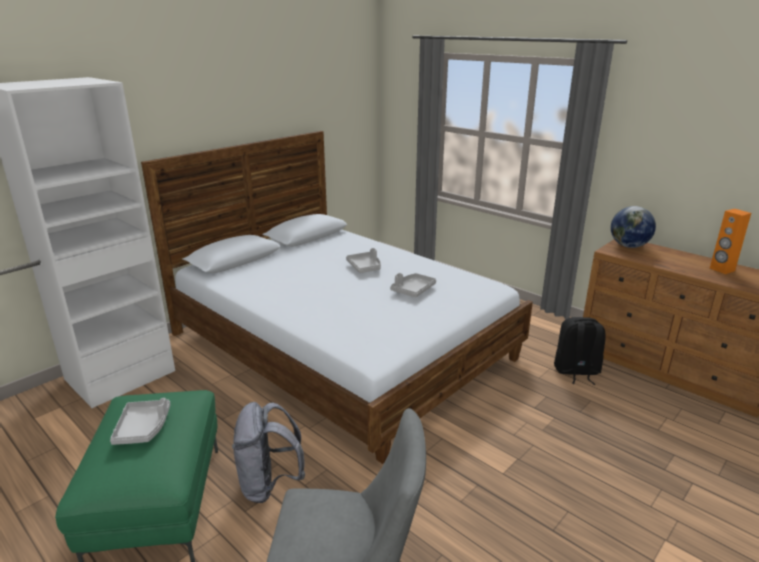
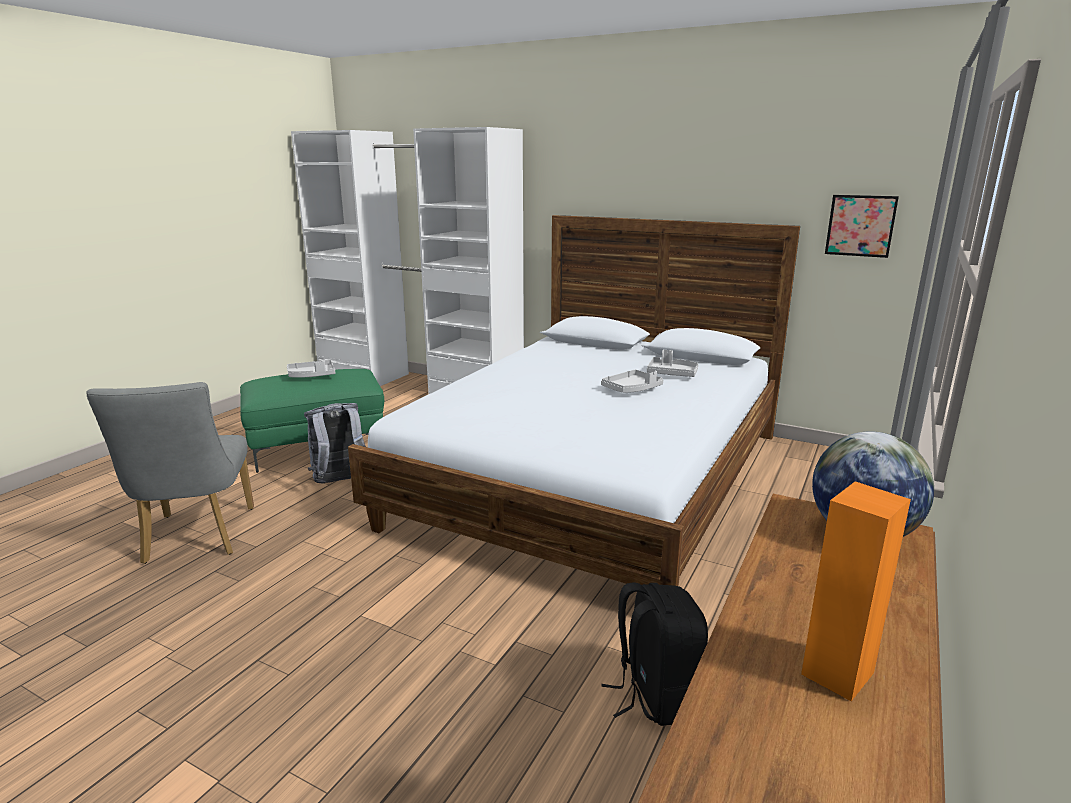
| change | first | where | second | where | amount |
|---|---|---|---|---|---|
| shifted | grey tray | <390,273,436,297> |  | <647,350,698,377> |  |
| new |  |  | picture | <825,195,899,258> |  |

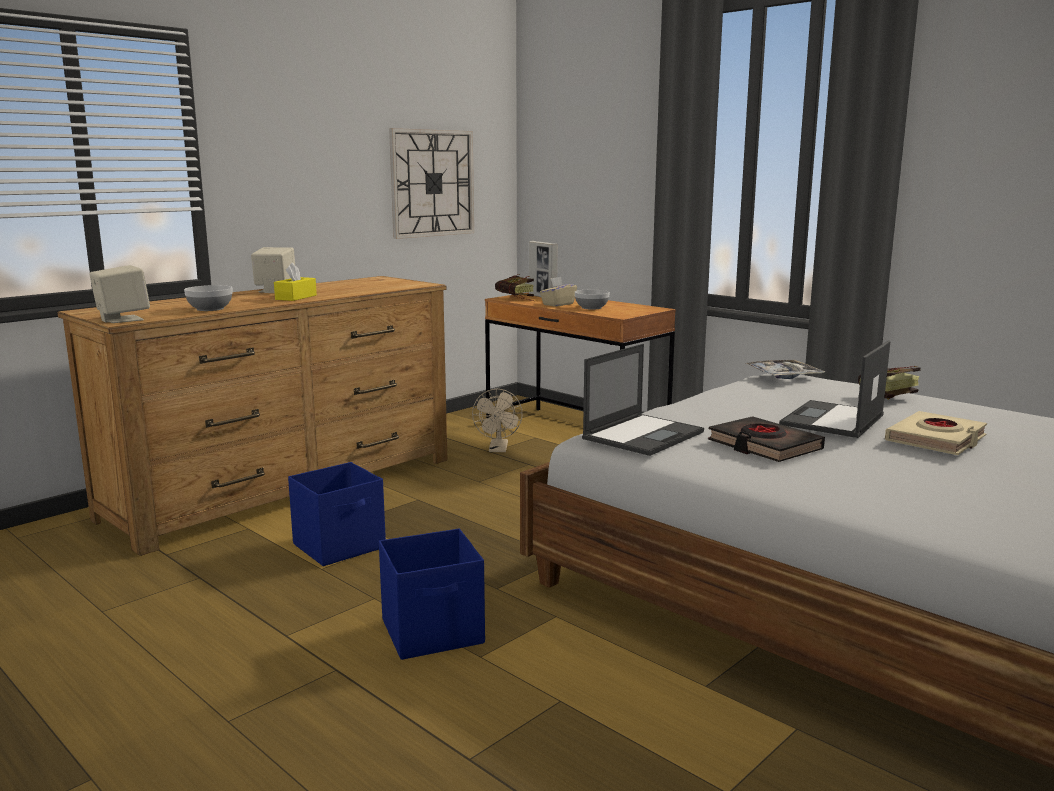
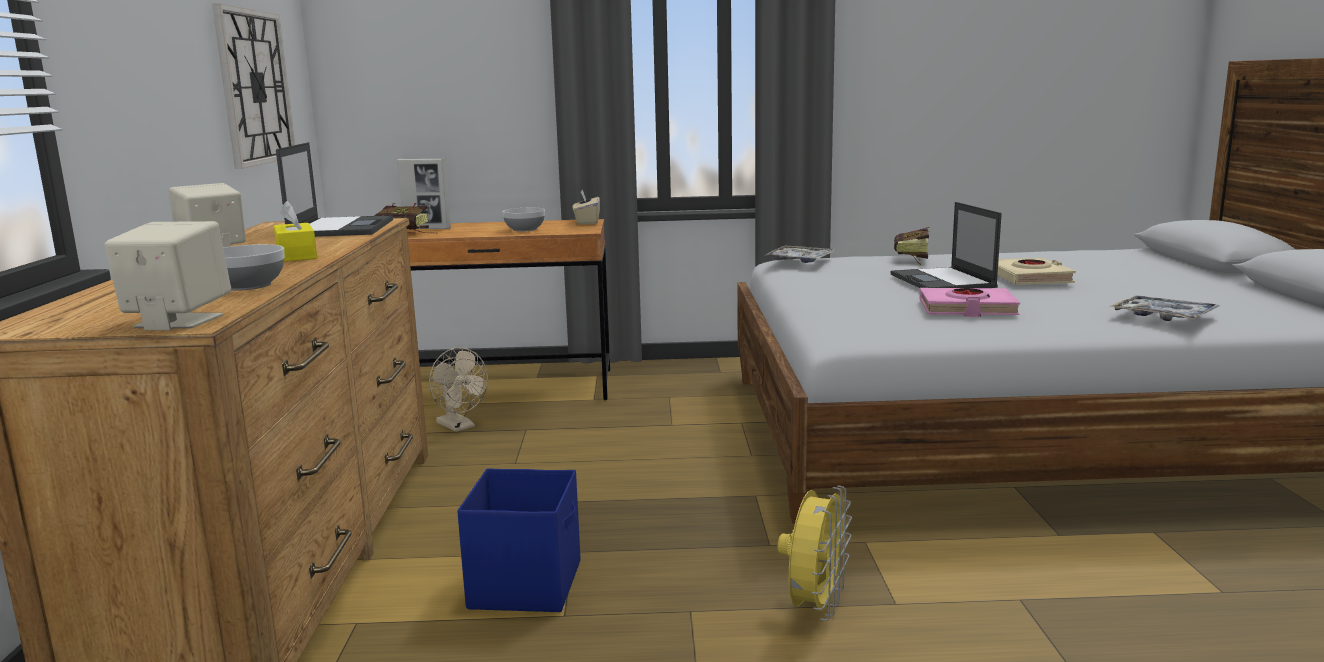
| change | first | where | second | where | amount |
|---|---|---|---|---|---|
| shifted | laptop | <582,344,704,456> |  | <276,142,393,237> |  |
| shifted | beige tissue box | <540,277,577,307> |  | <573,189,600,225> |  |
| swapped | blue storage box | <379,528,485,660> | yellow fan | <778,485,852,621> |  |
| repainted | black book | <708,416,825,462> | pink book | <919,288,1020,317> |  |
| new |  |  | tray | <1110,295,1220,321> |  |

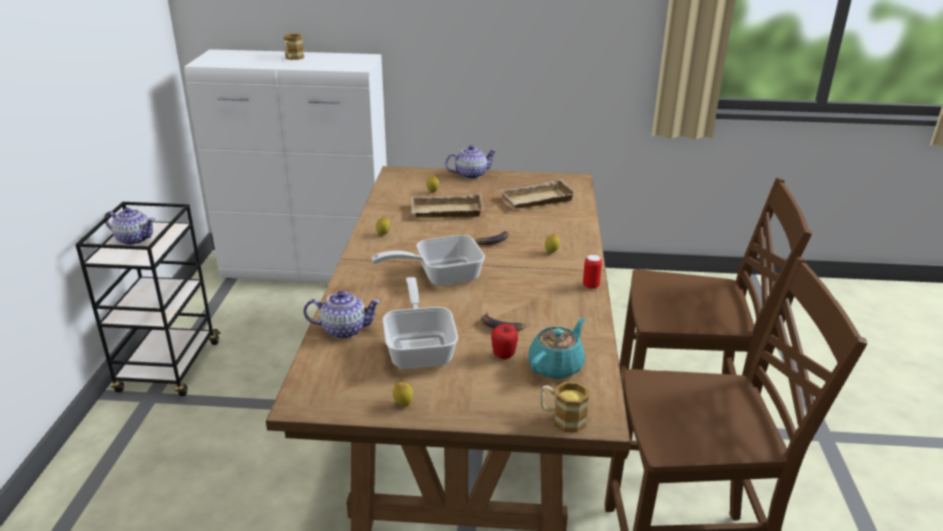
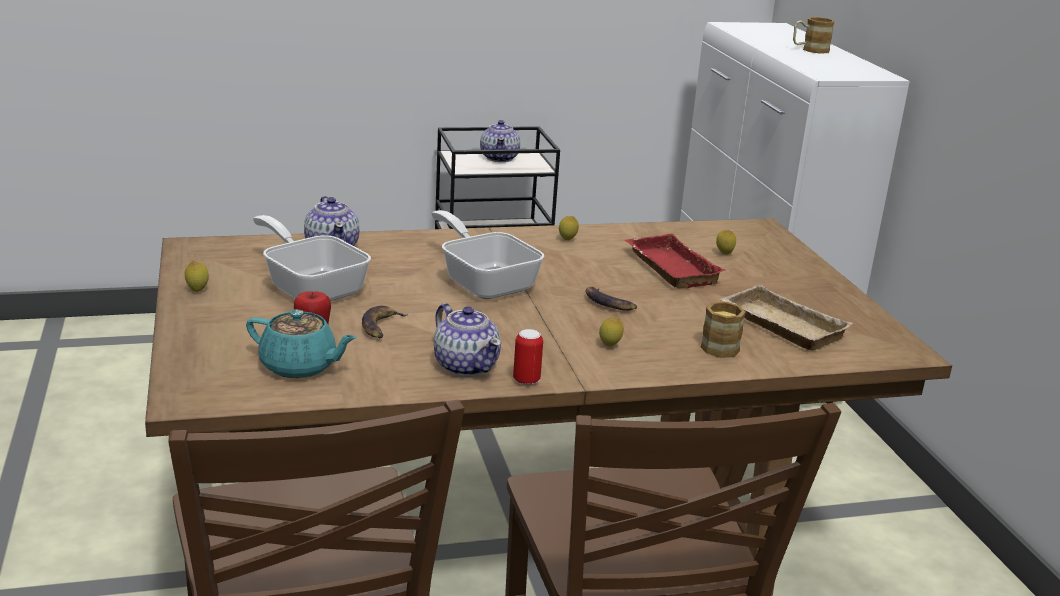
| change | first | where | second | where | amount |
|---|---|---|---|---|---|
| rotated | frying pan | <383,277,458,369> |  | <253,215,371,301> | 105 degrees counterclockwise |
| shifted | teapot | <445,145,497,179> |  | <434,303,501,376> |  |
| repainted | beige tray | <411,193,484,217> | red tray | <625,234,726,289> |  |
| shifted | mug | <541,381,589,433> |  | <701,300,746,358> |  |

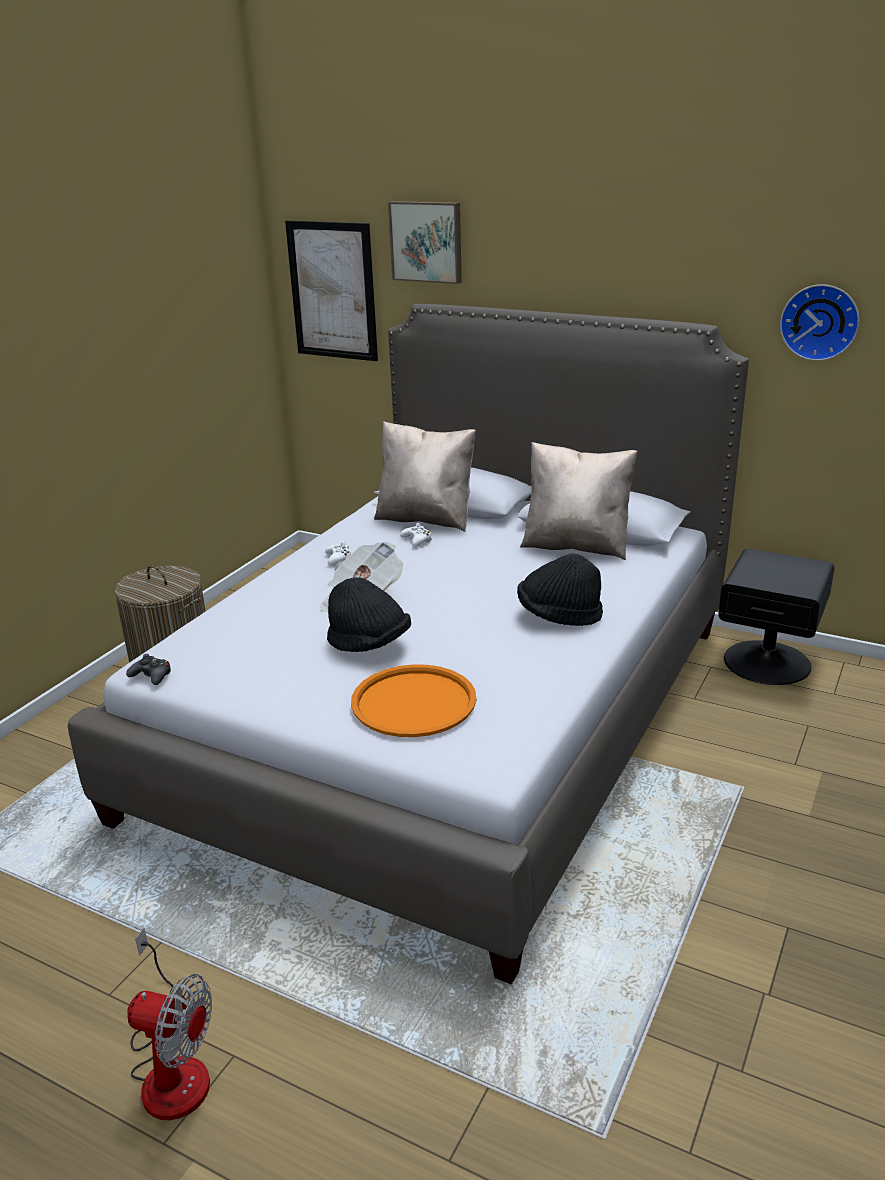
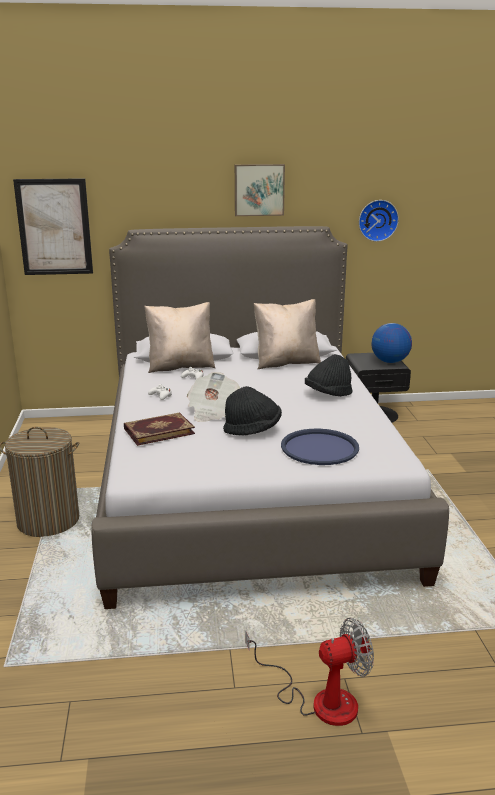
| change | first | where | second | where | amount |
|---|---|---|---|---|---|
| new |  |  | book | <124,412,195,446> |  |
| shifted | picture | <388,201,462,284> |  | <235,164,285,216> |  |
| repainted | orange tray | <351,664,476,737> | blue tray | <281,429,359,465> |  |
| new |  |  | globe | <371,323,412,363> |  |
| gone | black game controller | <126,654,171,685> |  |  |  |

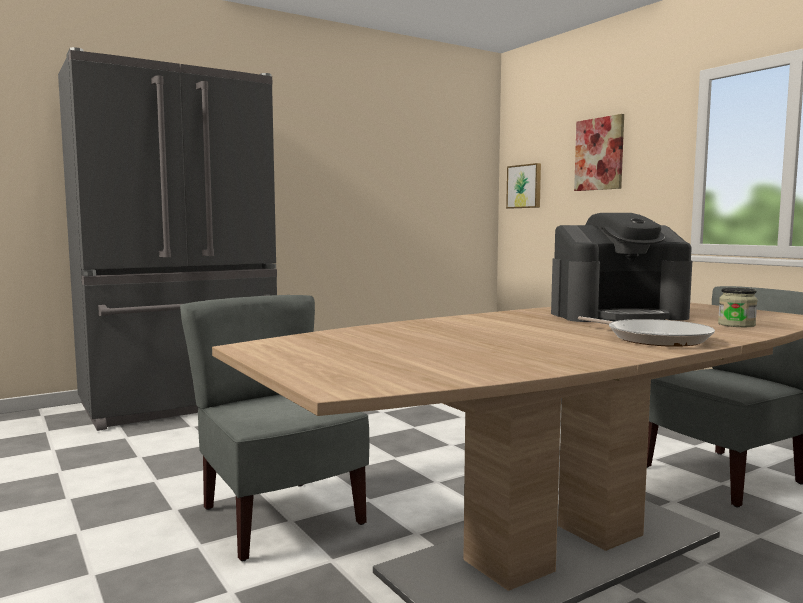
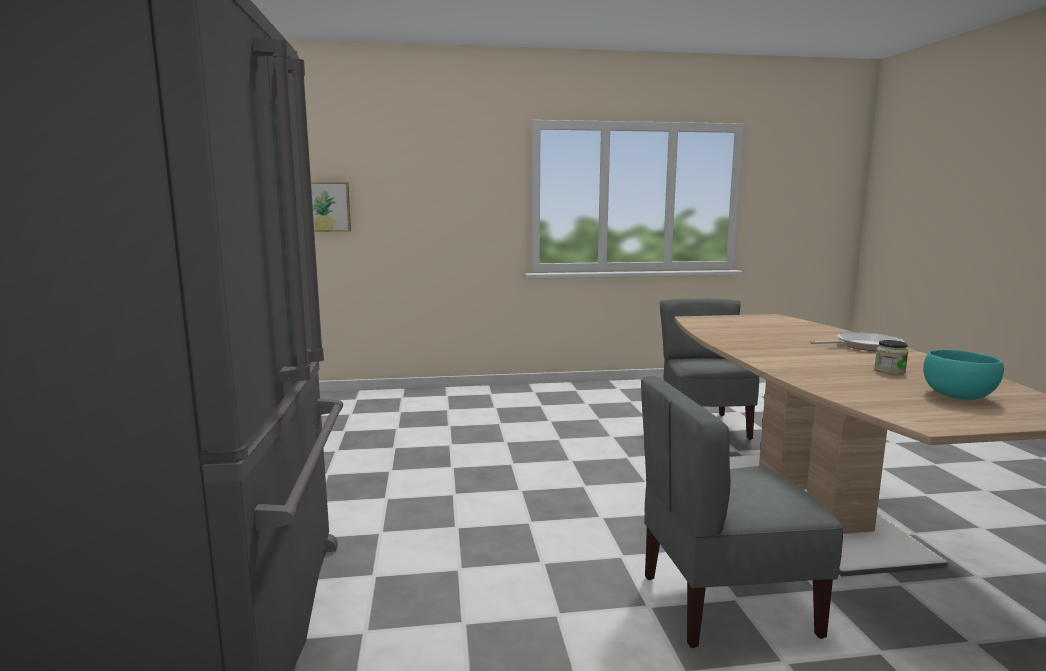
| change | first | where | second | where | amount |
|---|---|---|---|---|---|
| shifted | jar | <718,288,758,327> |  | <874,340,909,374> |  |
| new |  |  | turquoise bowl | <923,350,1004,400> |  |
| gone | coffee machine | <551,213,692,322> |  |  |  |
| gone | picture | <574,114,624,191> |  |  |  |

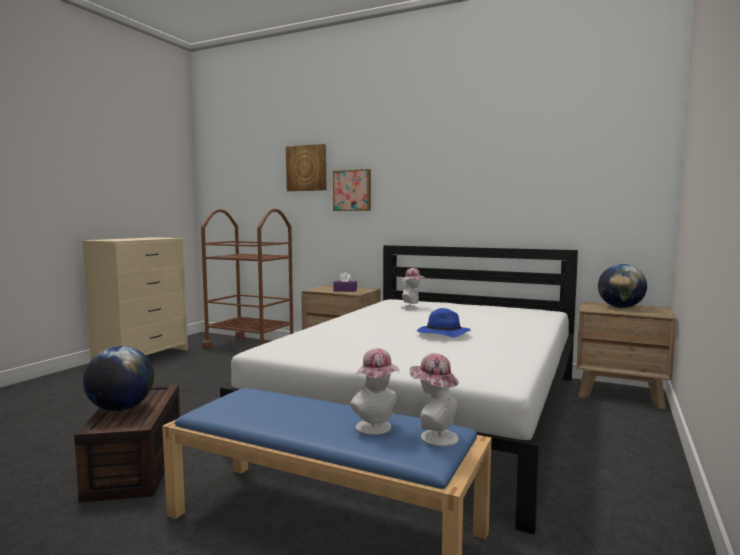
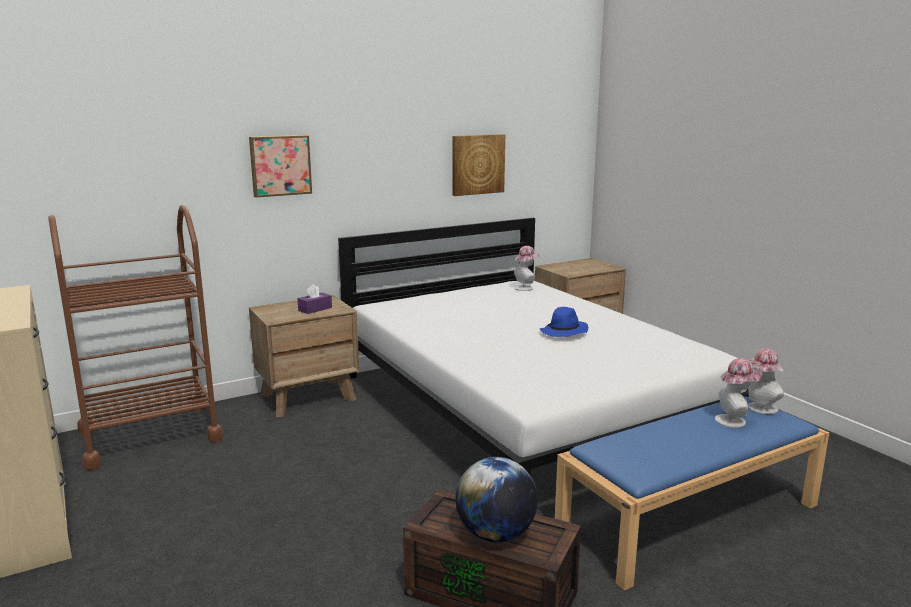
| change | first | where | second | where | amount |
|---|---|---|---|---|---|
| shifted | picture | <286,144,326,191> |  | <453,134,505,196> |  |
| shifted | hat | <401,268,425,309> |  | <514,246,539,291> |  |
| gone | globe | <598,264,647,308> |  |  |  |

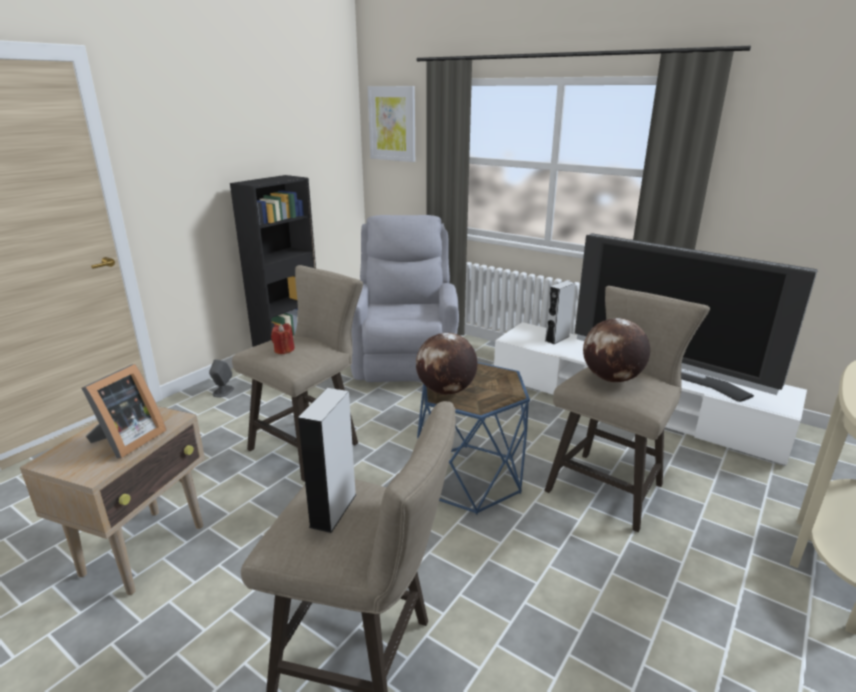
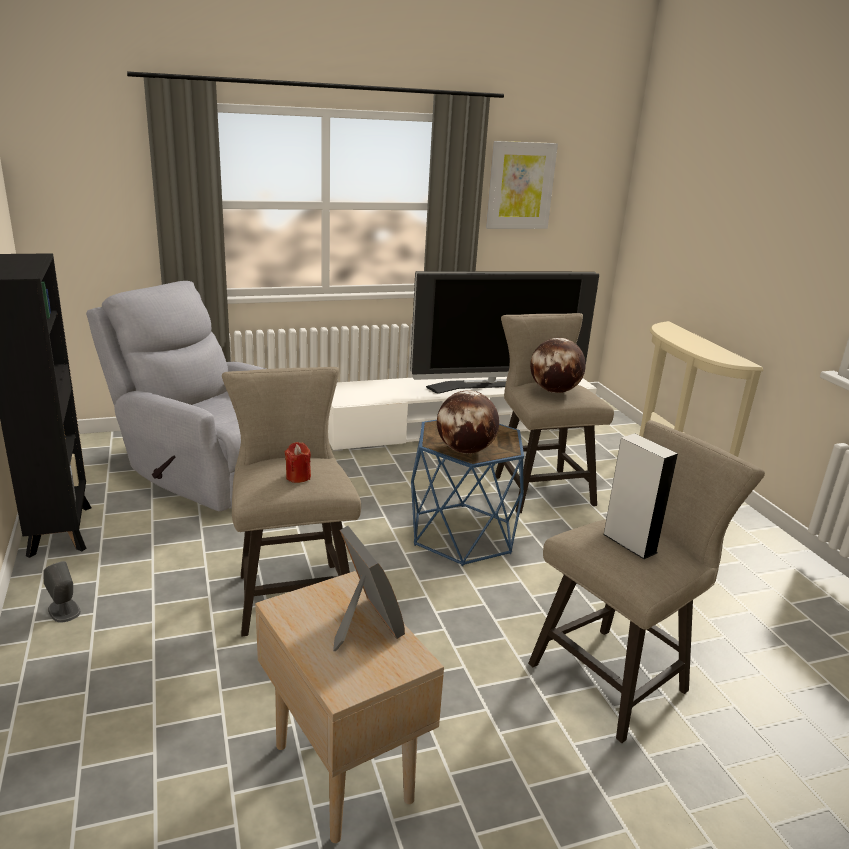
| change | first | where | second | where | amount |
|---|---|---|---|---|---|
| shifted | picture | <368,86,415,162> |  | <486,141,558,229> |  |
| gone | grey speaker | <545,281,575,344> |  |  |  |

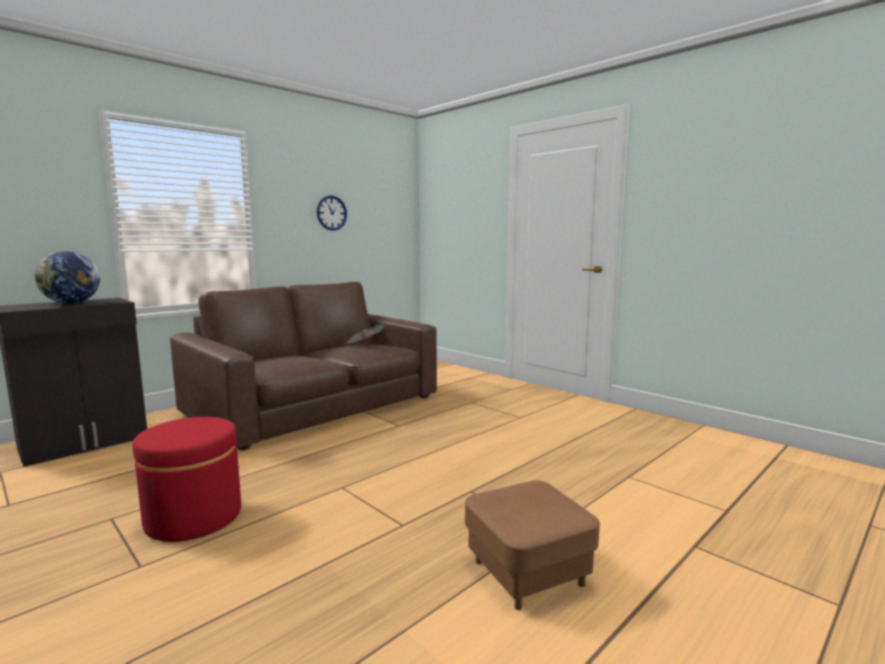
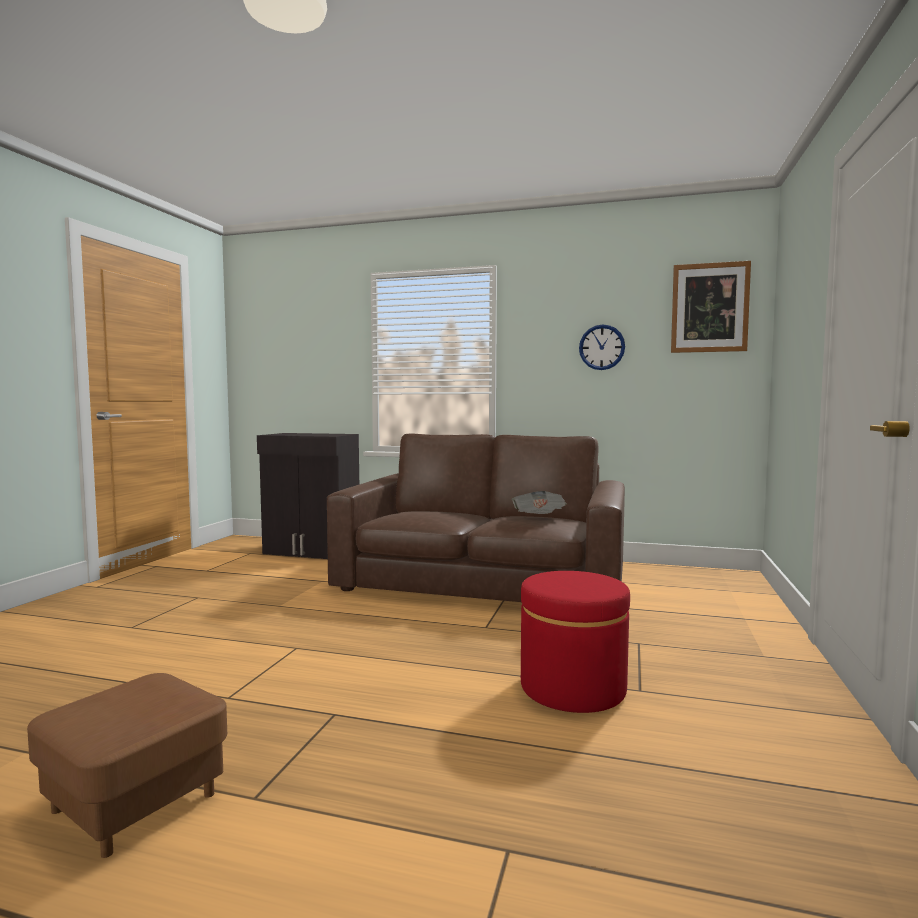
| change | first | where | second | where | amount |
|---|---|---|---|---|---|
| shifted | red ottoman | <132,417,241,542> |  | <521,571,630,713> |  |
| new |  |  | picture | <671,261,751,353> |  |
| gone | globe | <35,251,100,304> |  |  |  |

